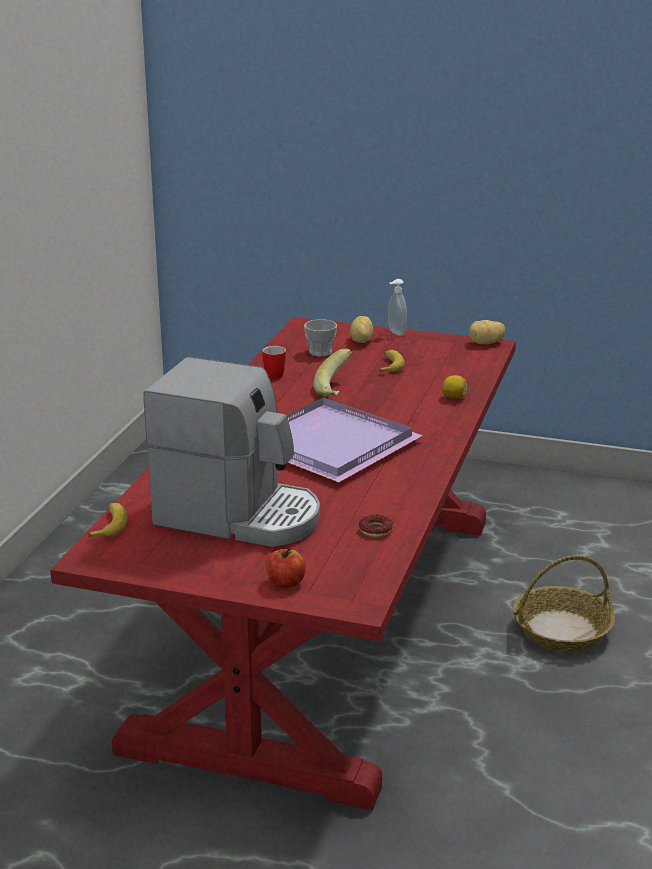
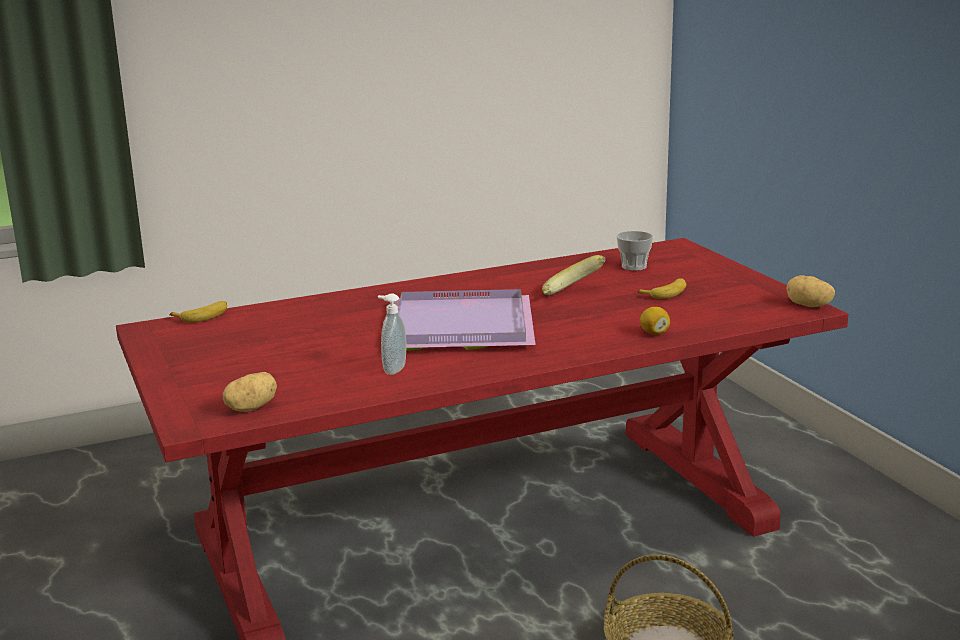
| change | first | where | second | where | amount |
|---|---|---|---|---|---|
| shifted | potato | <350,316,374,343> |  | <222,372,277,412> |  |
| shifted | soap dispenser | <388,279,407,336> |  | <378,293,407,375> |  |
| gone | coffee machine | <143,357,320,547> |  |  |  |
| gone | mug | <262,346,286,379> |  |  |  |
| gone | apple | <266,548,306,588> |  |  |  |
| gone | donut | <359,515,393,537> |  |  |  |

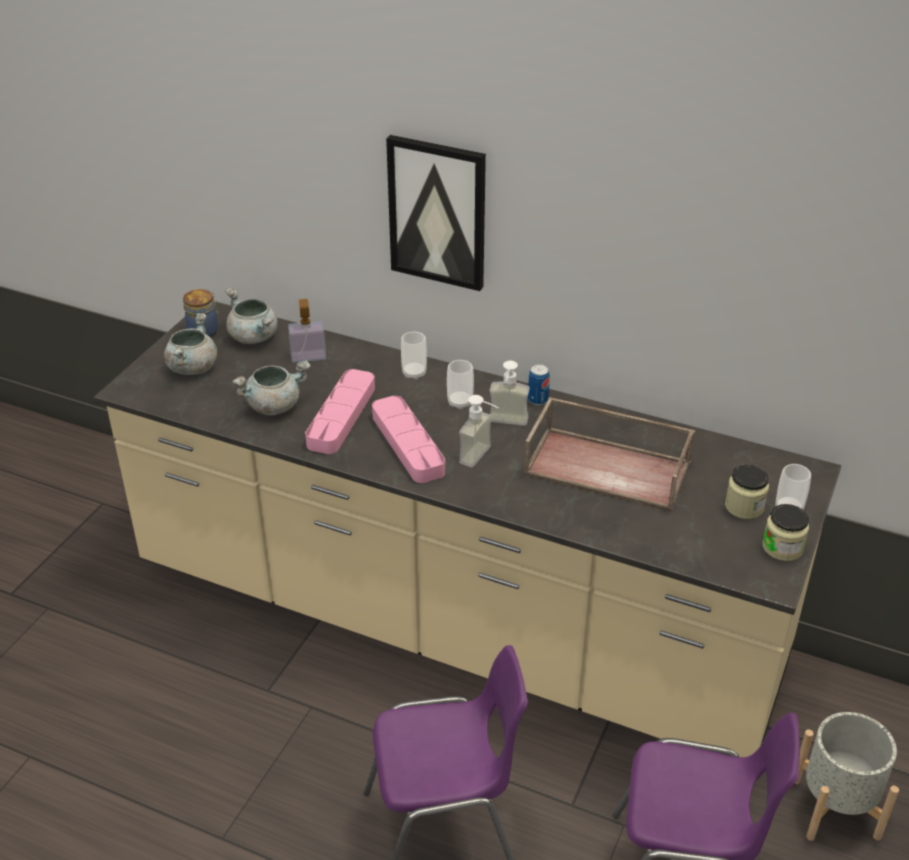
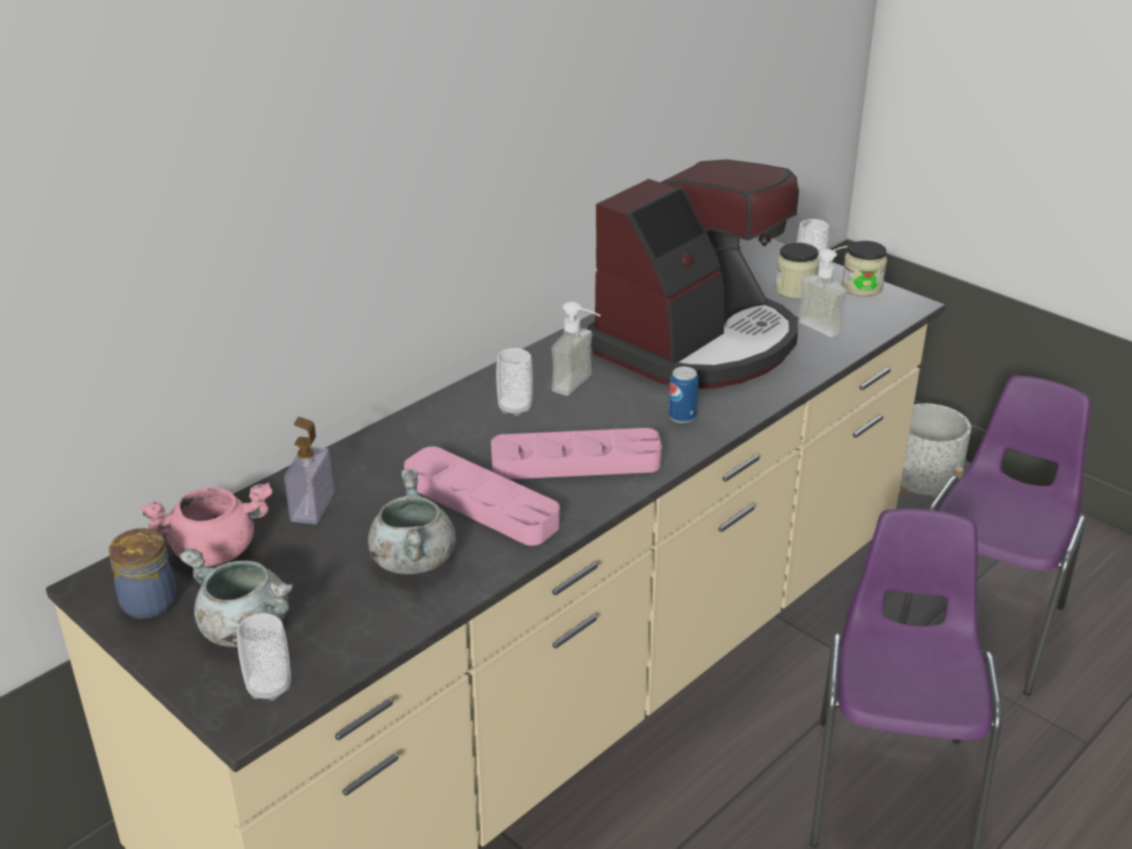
| change | first | where | second | where | amount |
|---|---|---|---|---|---|
| repainted | grey cooking pot | <225,288,278,344> | pink cooking pot | <141,483,273,567> |  |
| shifted | cup | <401,331,427,380> |  | <237,613,291,701> |  |
| swapped | brown tray | <523,397,695,511> | coffee machine | <588,159,799,389> |  |
| shifted | can | <528,364,550,405> |  | <668,367,699,423> |  |
| shifted | soap dispenser | <459,395,499,467> |  | <797,246,848,337> |  |
| gone | picture | <386,135,486,291> |  |  |  |

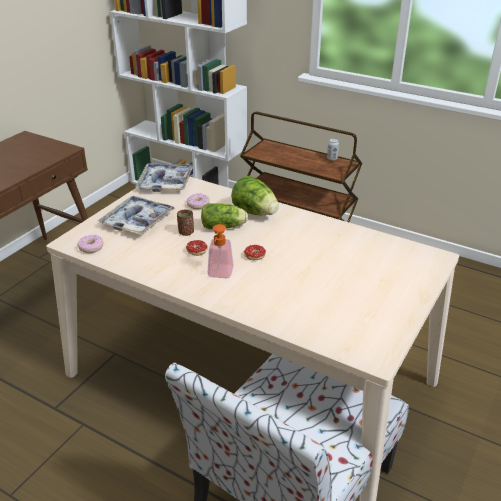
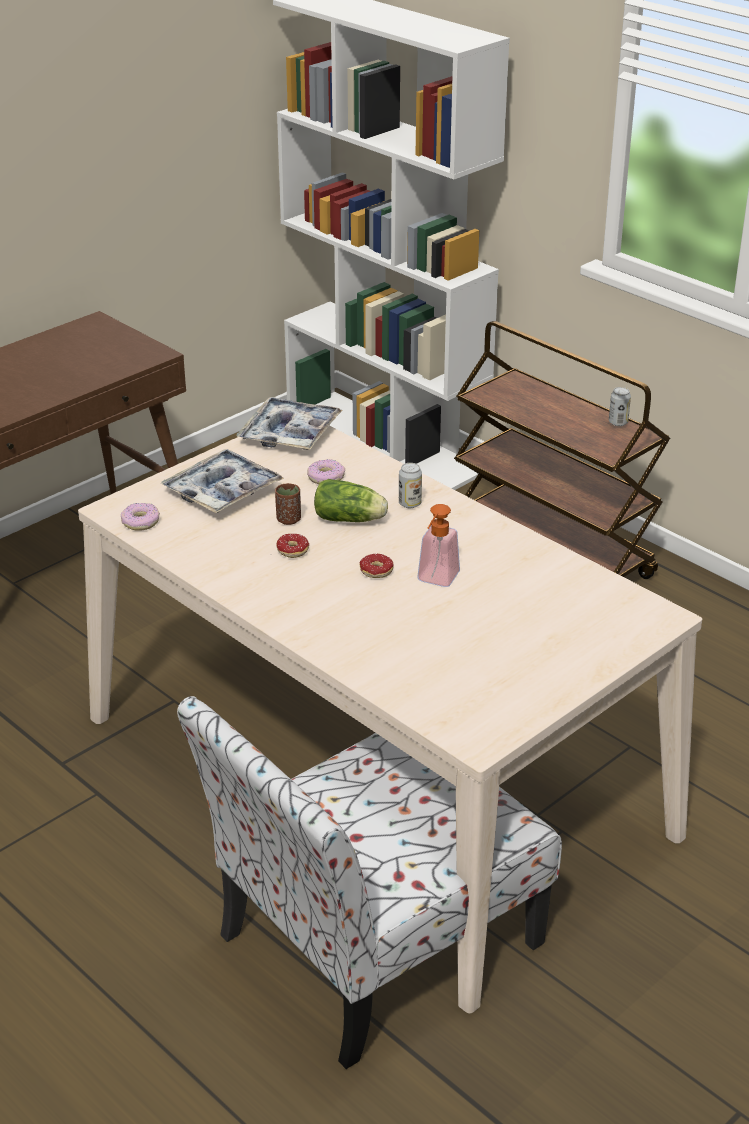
| change | first | where | second | where | amount |
|---|---|---|---|---|---|
| swapped | lettuce | <231,176,279,215> | can | <399,463,422,508> |  |
| shifted | soap dispenser | <207,224,234,278> |  | <418,504,460,587> |  |

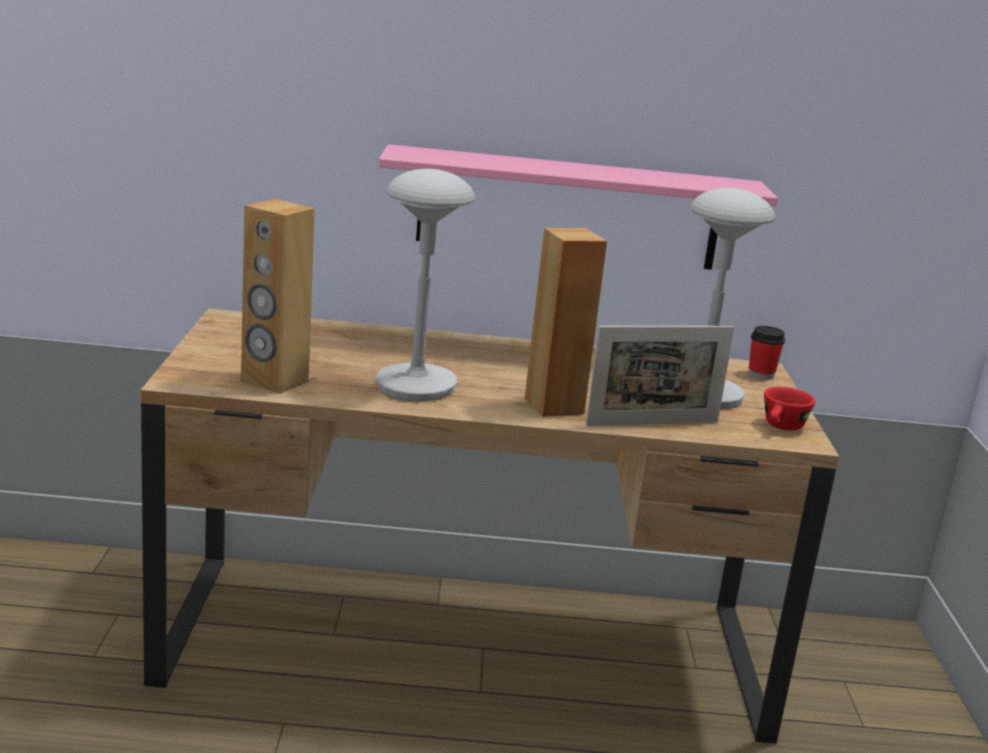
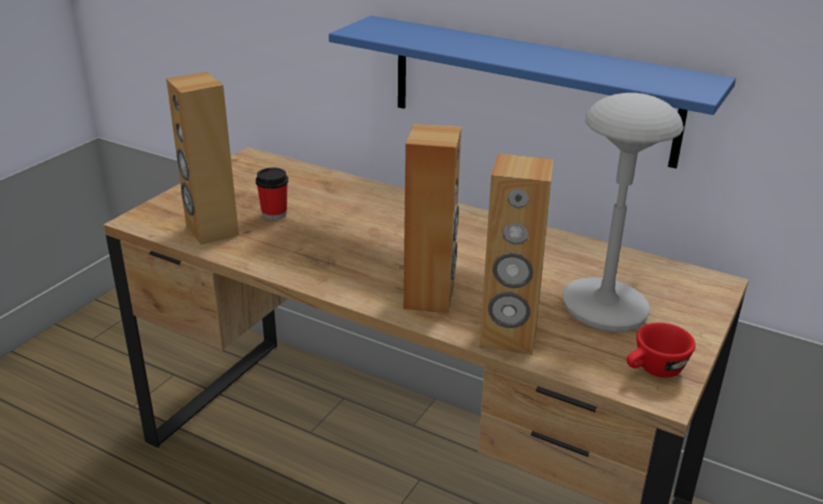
| change | first | where | second | where | amount |
|---|---|---|---|---|---|
| shifted | cup | <749,326,785,380> |  | <256,168,288,220> |  |
| repainted | pink shelf | <378,144,778,270> | blue shelf | <329,16,736,168> |  |
| swapped | picture frame | <586,326,734,426> | brown speaker | <479,153,553,355> |  |
| gone | grey table lamp | <375,169,475,402> |  |  |  |

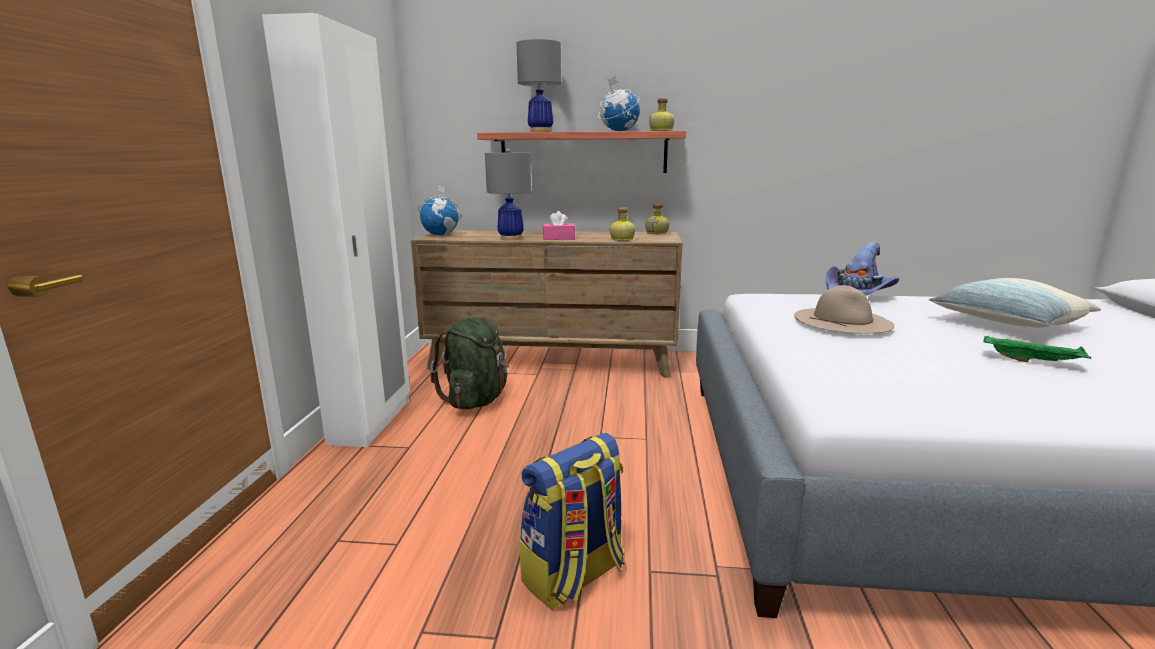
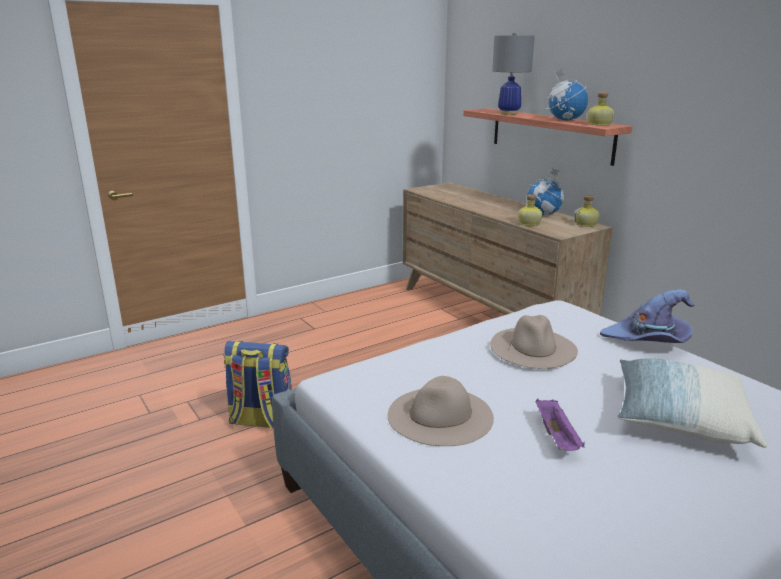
| change | first | where | second | where | amount |
|---|---|---|---|---|---|
| new |  |  | beige hat | <388,376,494,446> |  |
| shifted | globe | <418,184,461,236> |  | <527,167,565,216> |  |
| repainted | green tray | <984,336,1091,362> | purple tray | <536,399,585,451> |  |
| gone | white wardrobe | <262,13,410,447> |  |  |  |
| gone | green backpack | <430,318,510,409> |  |  |  |
| gone | grey table lamp | <485,149,531,240> |  |  |  |
| gone | pink tissue box | <543,211,575,240> |  |  |  |

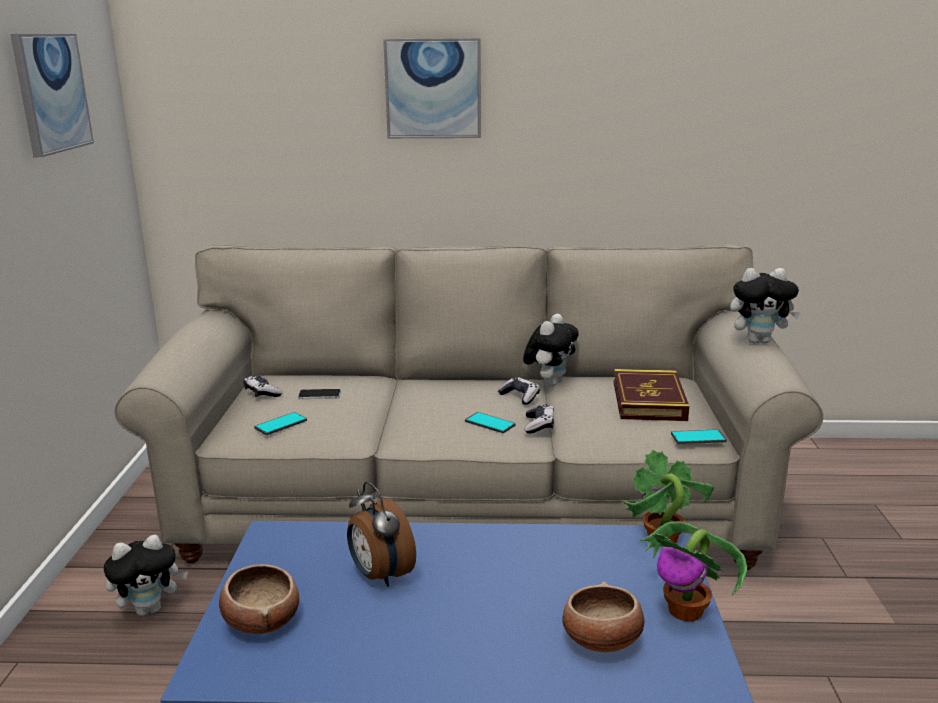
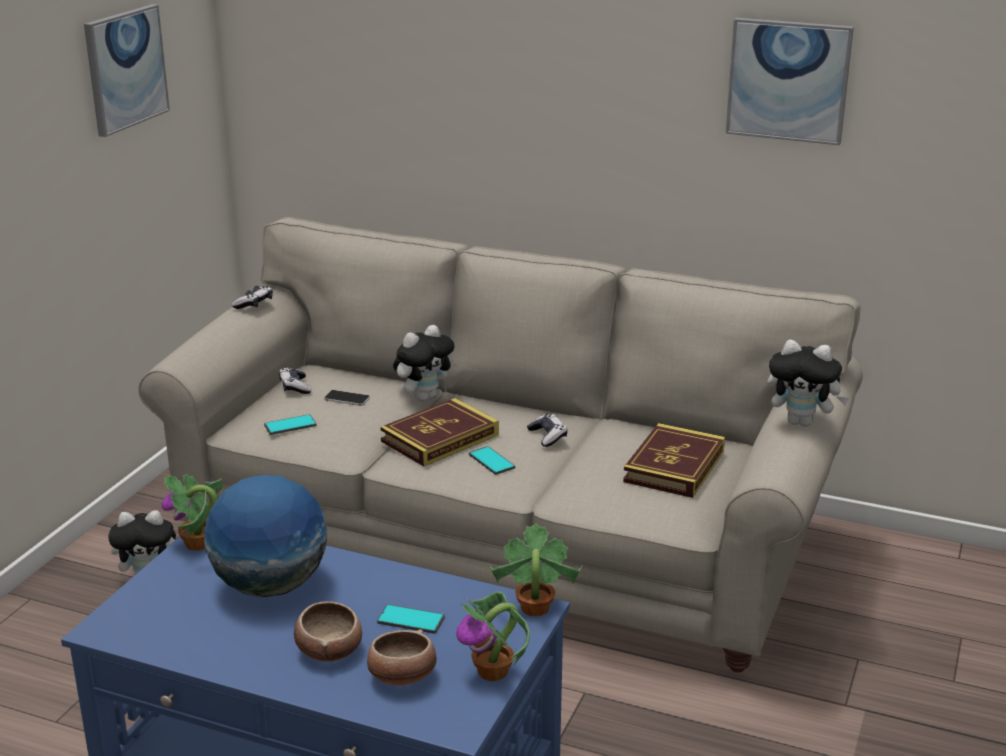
| change | first | where | second | where | amount |
|---|---|---|---|---|---|
| new |  |  | potted plant | <161,473,223,551> |  |
| swapped | alarm clock | <347,482,416,587> | globe | <204,475,327,597> |  |
| shifted | game controller | <524,404,554,433> |  | <232,286,273,309> |  |
| shifted | bowl | <219,564,299,634> |  | <294,601,362,662> |  |
| shifted | phone | <671,429,727,444> |  | <377,604,445,634> |  |
| new |  |  | book | <380,398,499,467> |  |
| shifted | plush toy | <523,314,579,386> |  | <393,325,454,401> |  |
| shifted | picture | <383,38,481,138> |  | <726,18,854,145> |  |

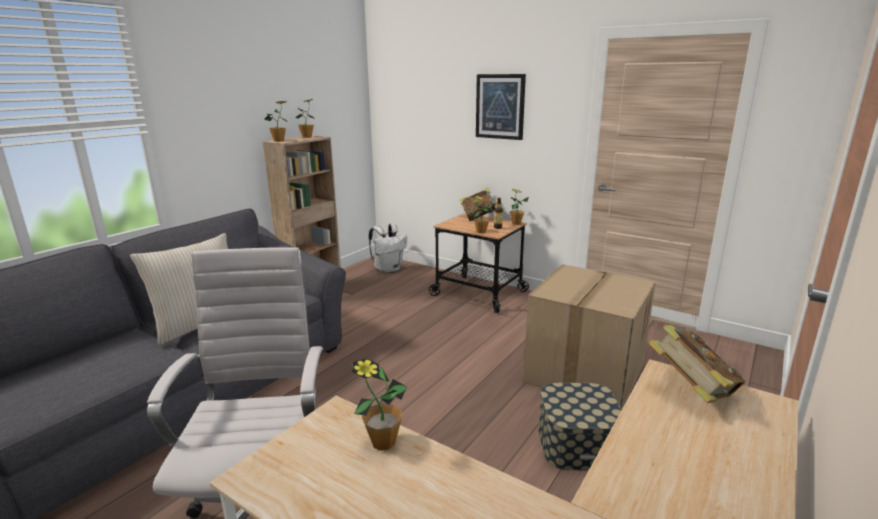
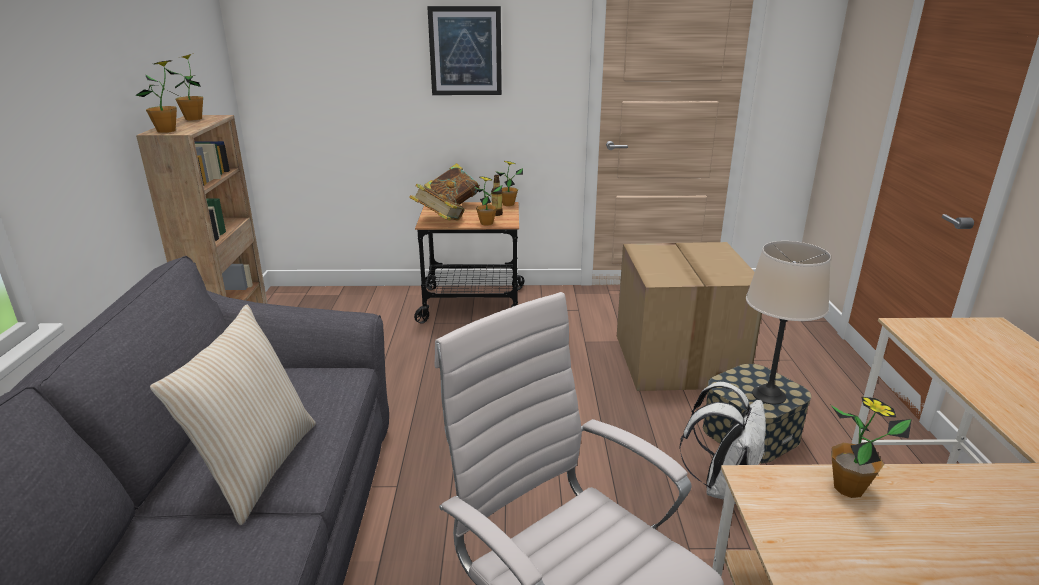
| change | first | where | second | where | amount |
|---|---|---|---|---|---|
| shifted | book | <648,325,745,403> |  | <409,184,465,220> |  |
| shifted | white backpack | <369,224,407,273> |  | <679,382,766,504> |  |
| new |  |  | beige table lamp | <746,241,831,404> |  |

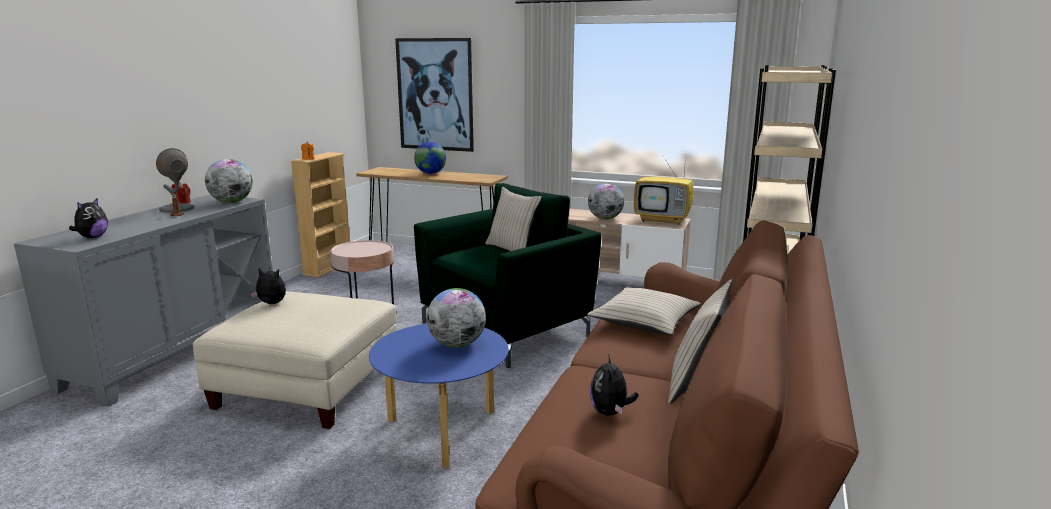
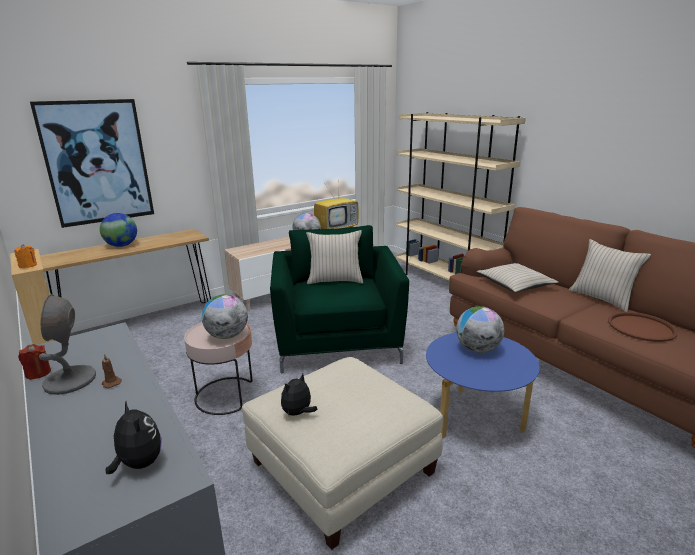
| change | first | where | second | where | amount |
|---|---|---|---|---|---|
| shifted | globe | <205,159,253,203> |  | <202,294,248,339> |  |
| swapped | plush toy | <590,354,638,416> | brown tray | <608,312,678,342> |  |

